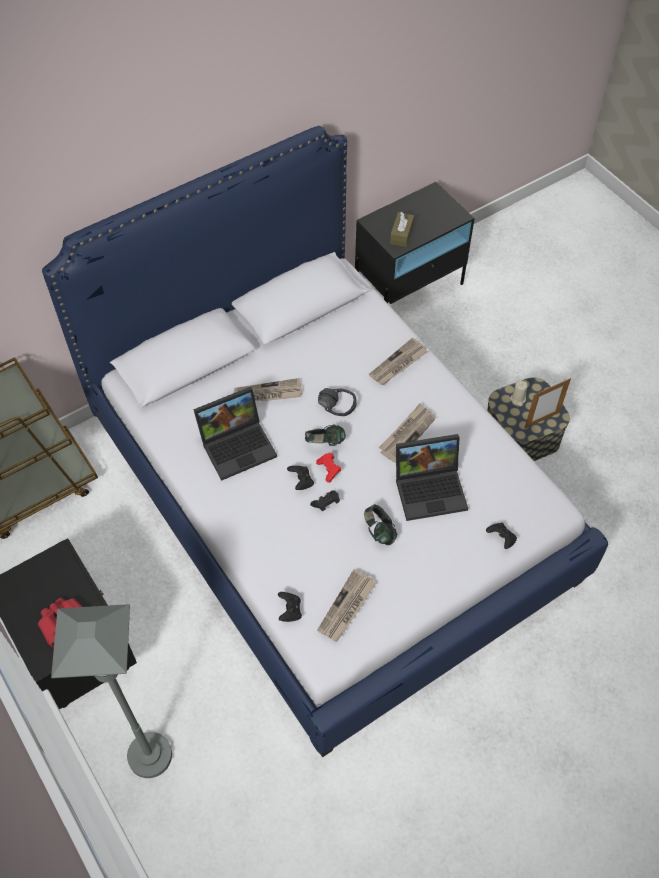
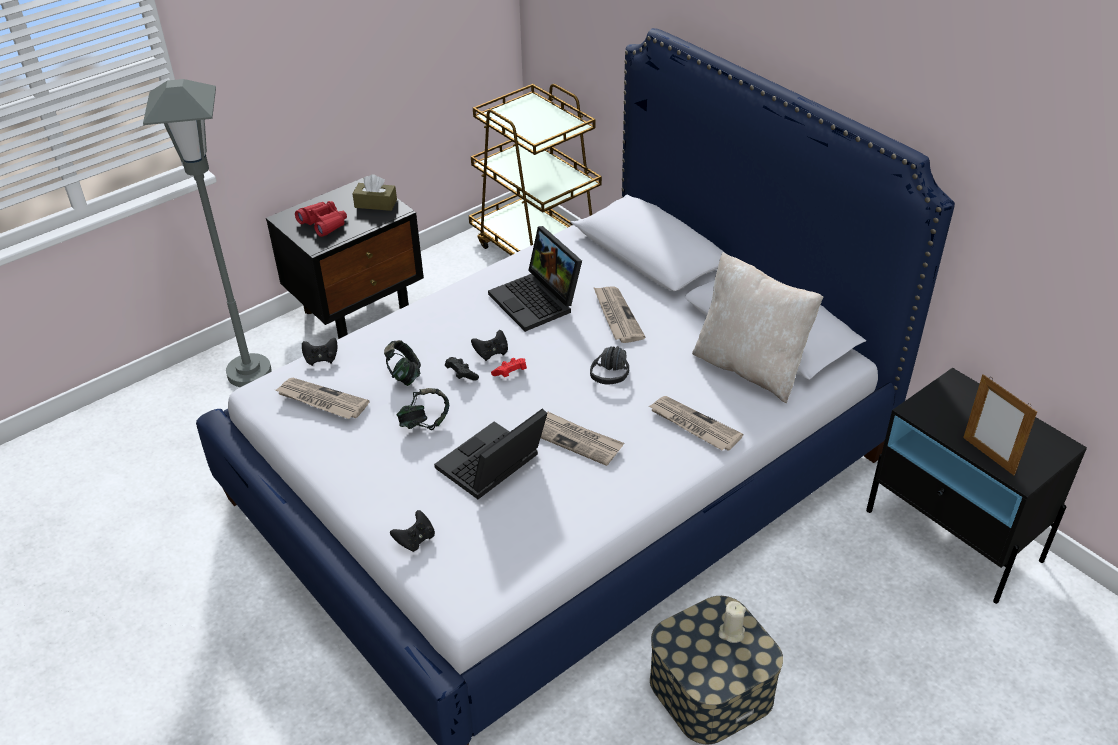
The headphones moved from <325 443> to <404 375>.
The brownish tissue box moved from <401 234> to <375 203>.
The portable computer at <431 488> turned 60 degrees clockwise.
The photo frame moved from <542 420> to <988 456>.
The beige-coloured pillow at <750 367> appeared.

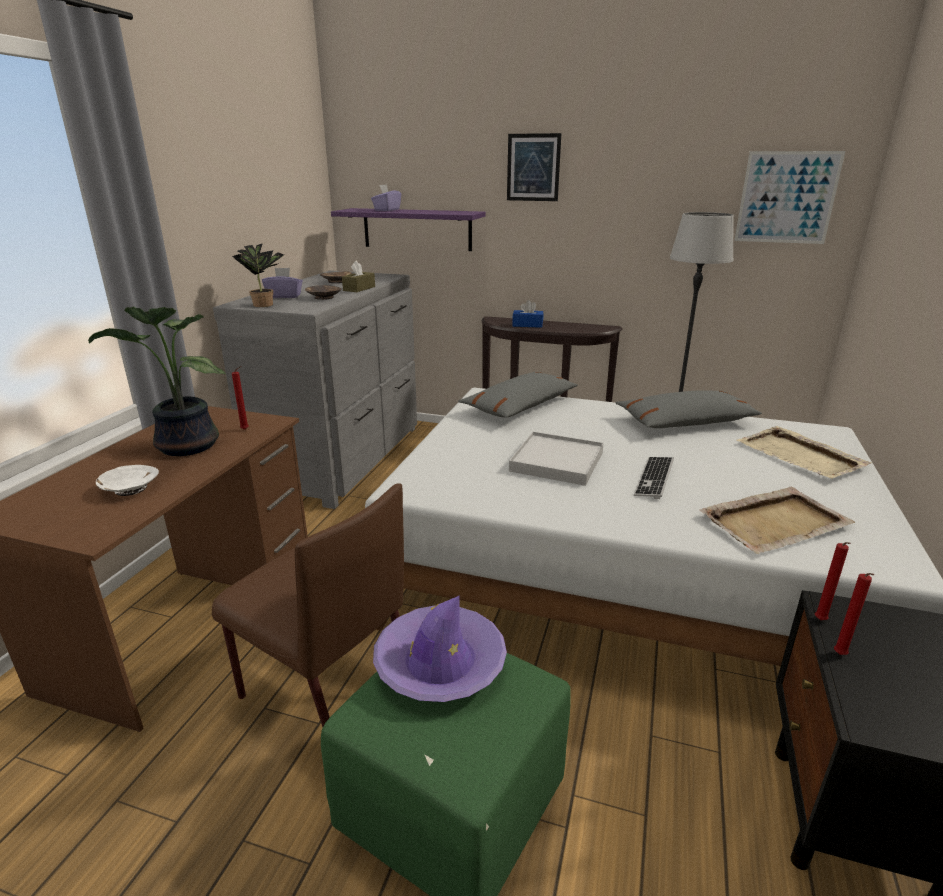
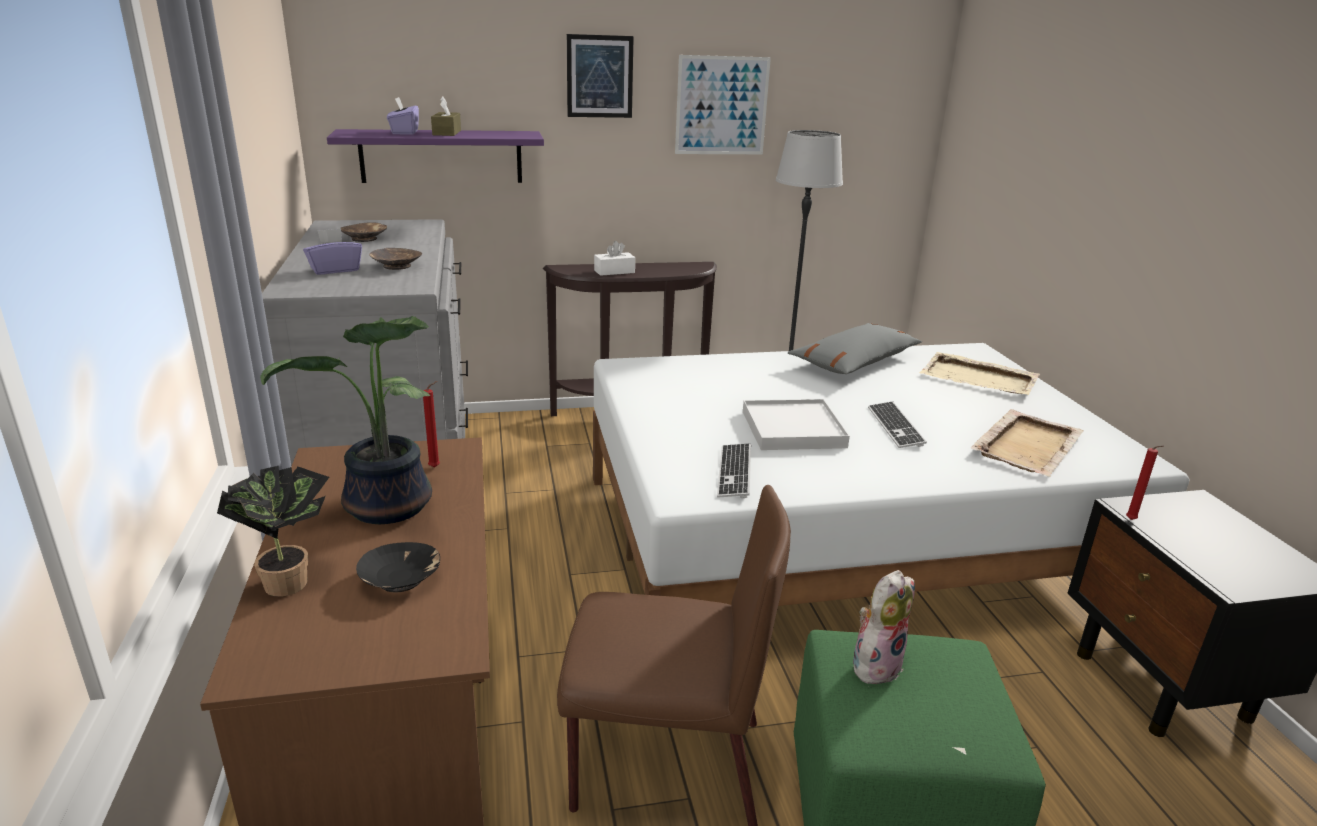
The whitish deep dish at <130 489> became the black deep dish at <400 580>.
The plant in a pot moved from <265 304> to <289 580>.
The brownish tissue box moved from <359 288> to <447 133>.
The purplish hat at <440 663> was replaced by the plush toy at <875 664>.
The grey pillow at <520 406> disappeared.
The blue tissue box at <527 325> became the whitish tissue box at <614 271>.
The wall art moved from <787 198> to <722 106>.
The reddish wax light at <840 656> disappeared.
The computer keyboard at <734 472> appeared.

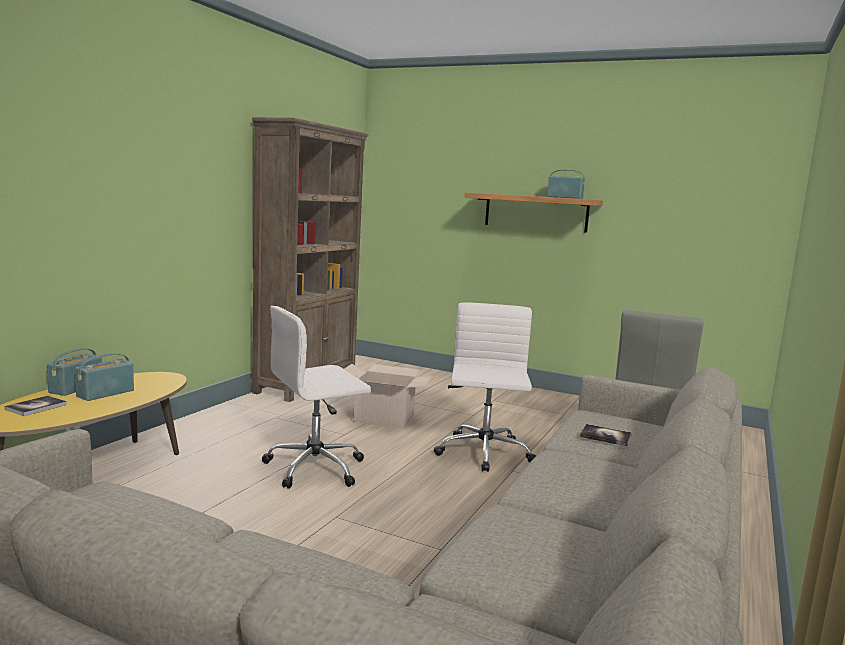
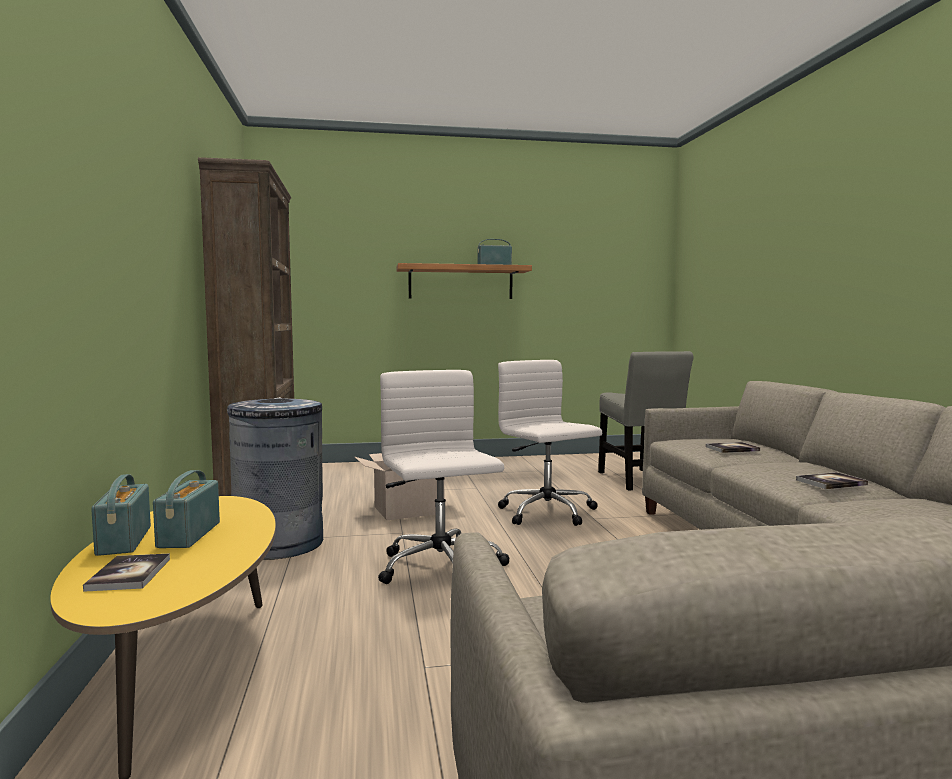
The whitish computer chair at <316 467> turned 135 degrees clockwise.
The grey waste bin at <279 544> appeared.
The book at <831 482> appeared.

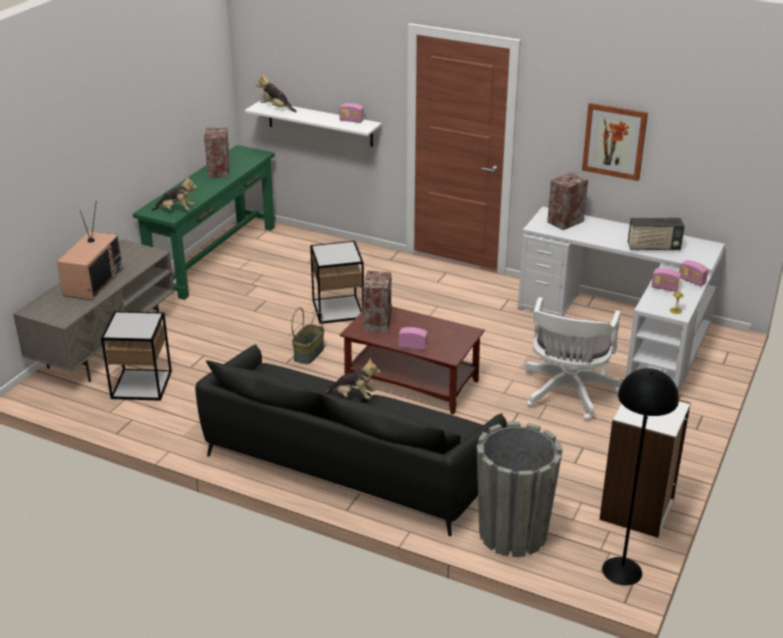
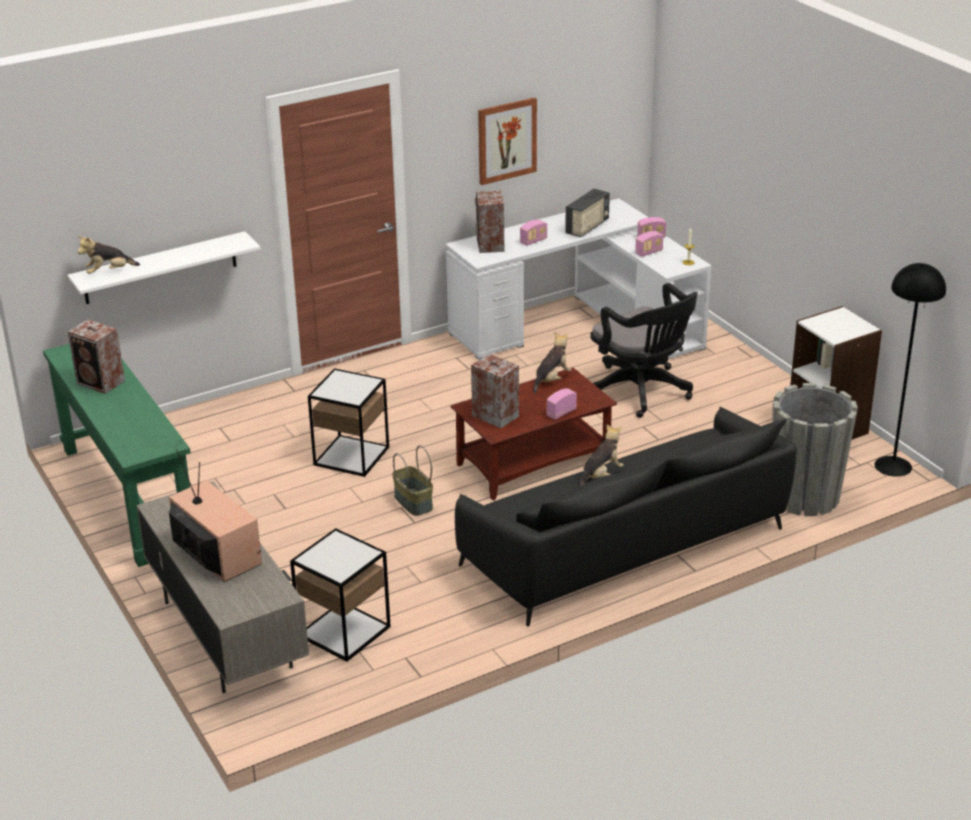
The plush toy moved from <176 210> to <551 380>.
The radio moved from <351 121> to <533 241>.
The whitish computer chair at <567 394> became the black computer chair at <642 392>.

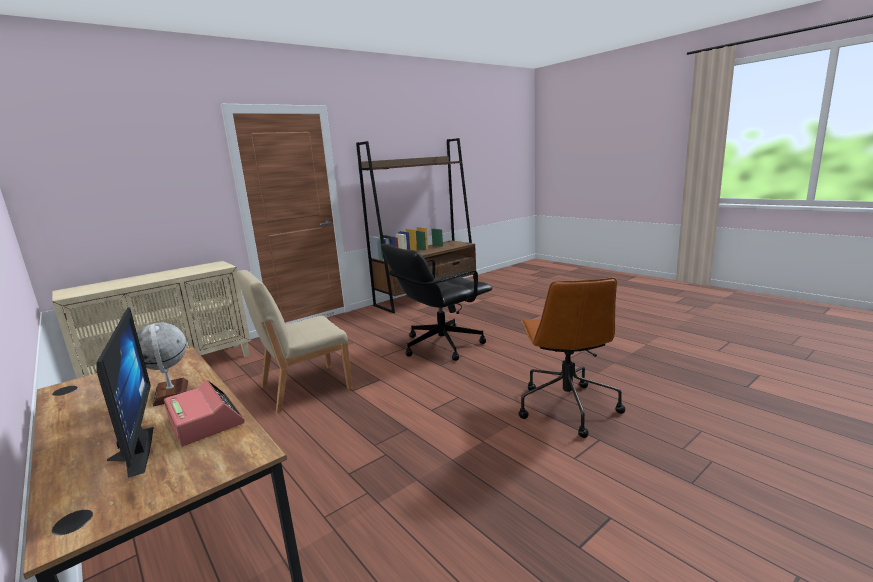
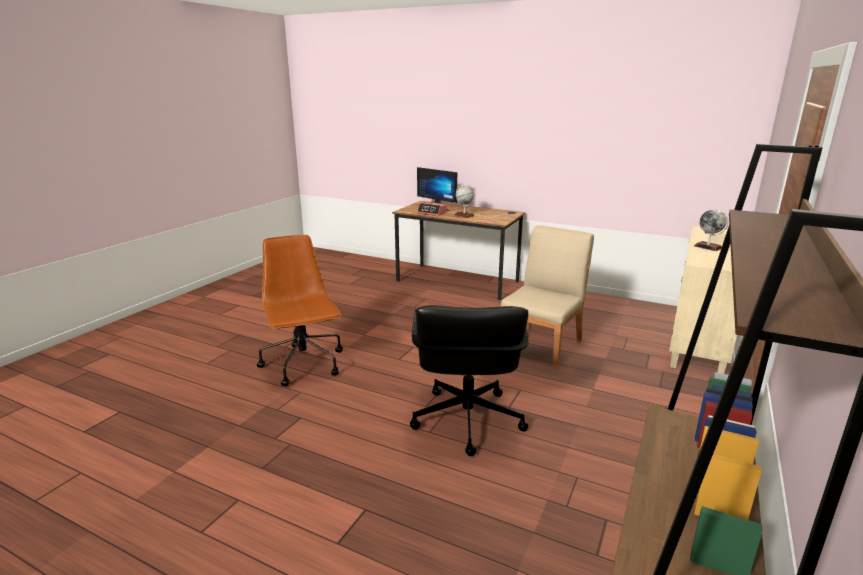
The black computer chair at <441 345> turned 150 degrees clockwise.
The world globe at <708 247> appeared.

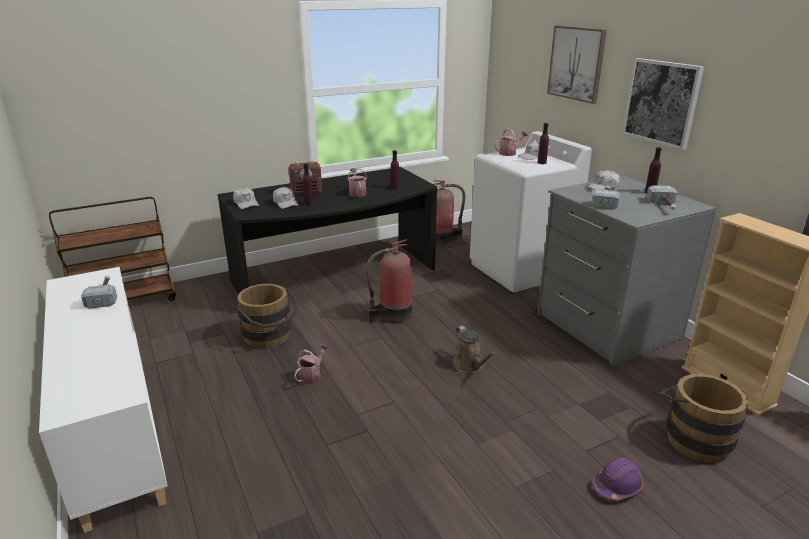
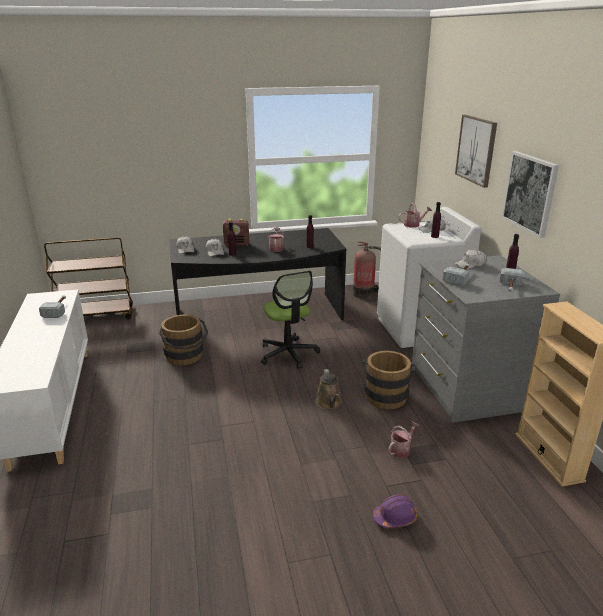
The watering pot moved from <312 375> to <401 449>.
The extinguisher at <393 316> was replaced by the computer chair at <288 354>.
The brownish pail moved from <693 437> to <385 394>.

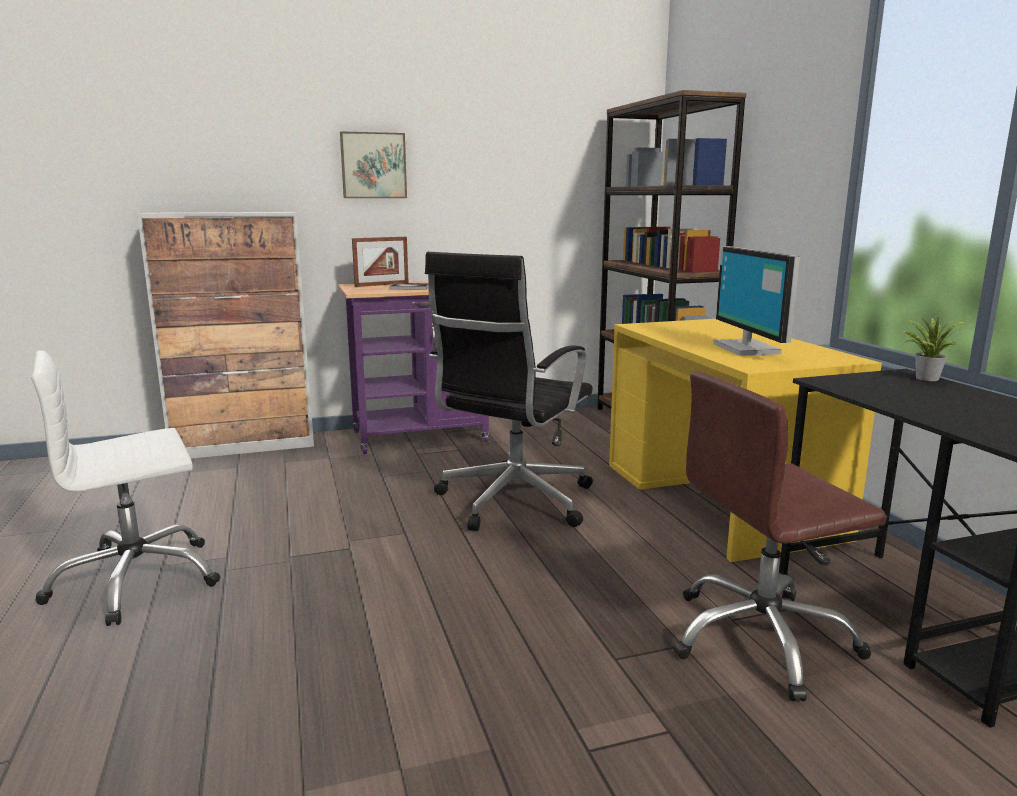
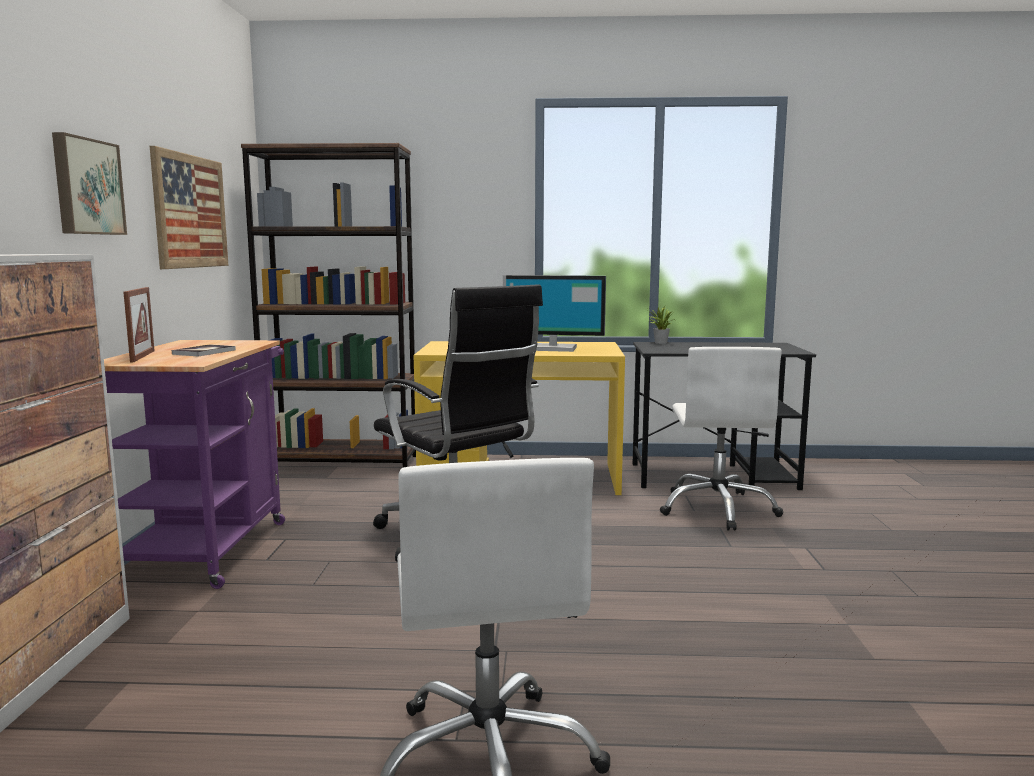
The brownish computer chair at <762 639> became the whitish computer chair at <718 509>.
The wall art at <190 211> appeared.

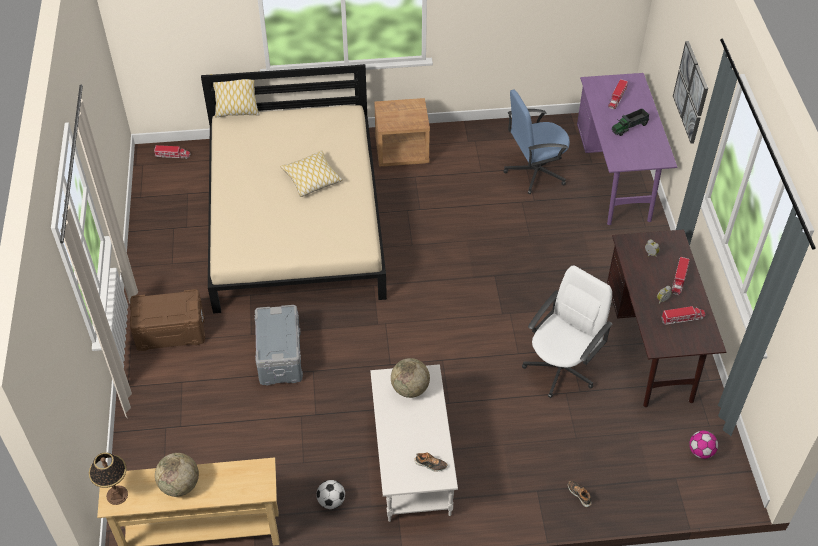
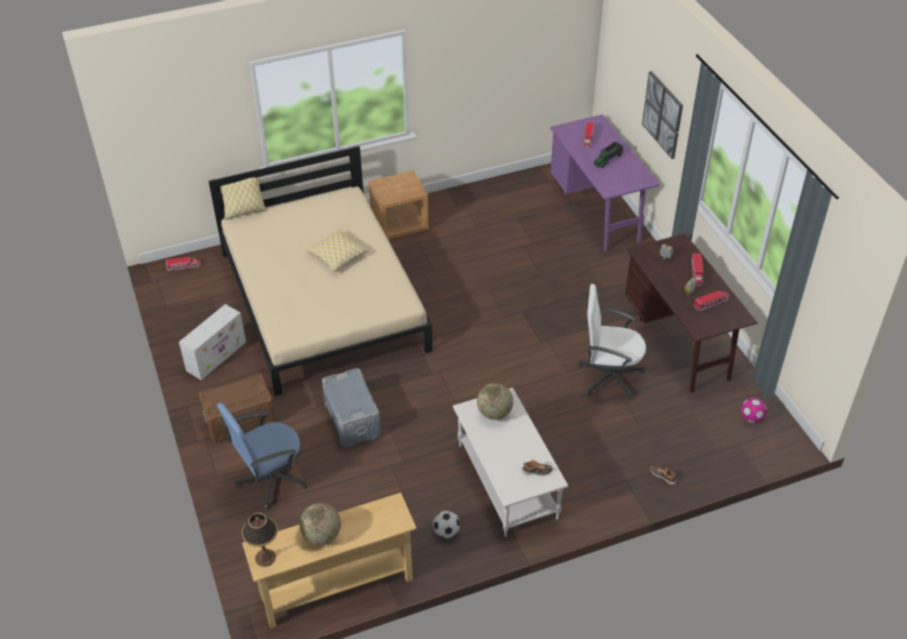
The blue computer chair moved from <534 172> to <270 478>.
The whitish computer chair at <561 368> turned 105 degrees counterclockwise.
The whitish storage bin at <217 355> appeared.

